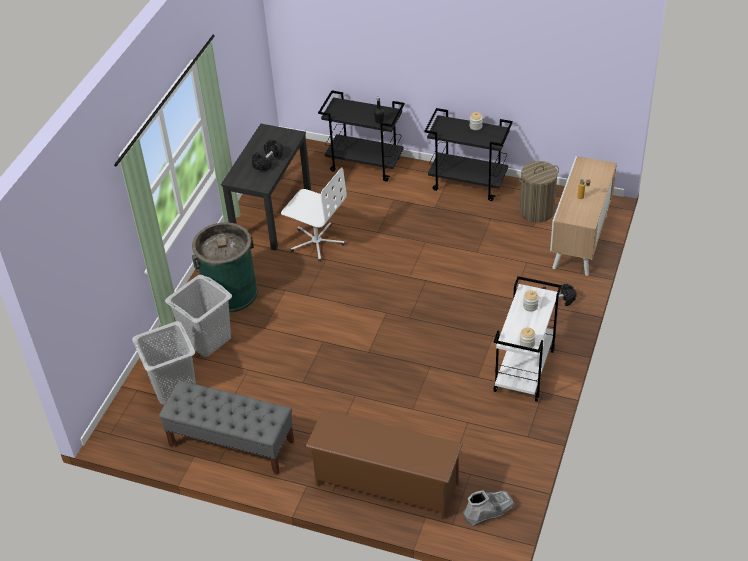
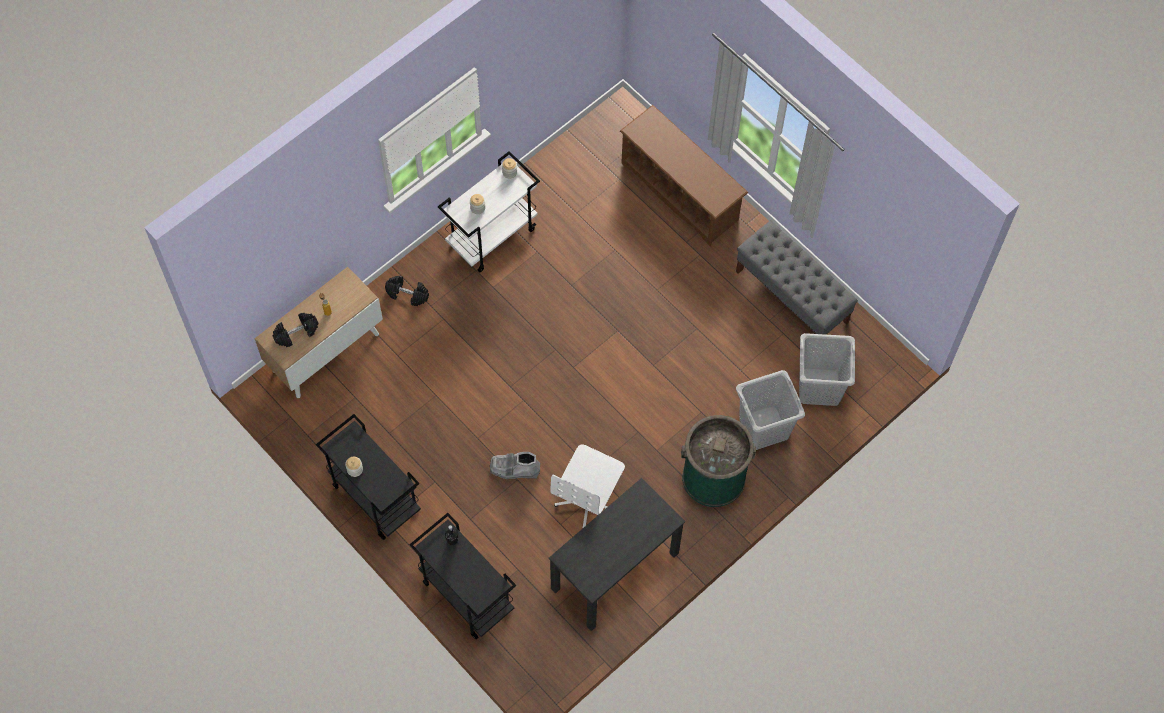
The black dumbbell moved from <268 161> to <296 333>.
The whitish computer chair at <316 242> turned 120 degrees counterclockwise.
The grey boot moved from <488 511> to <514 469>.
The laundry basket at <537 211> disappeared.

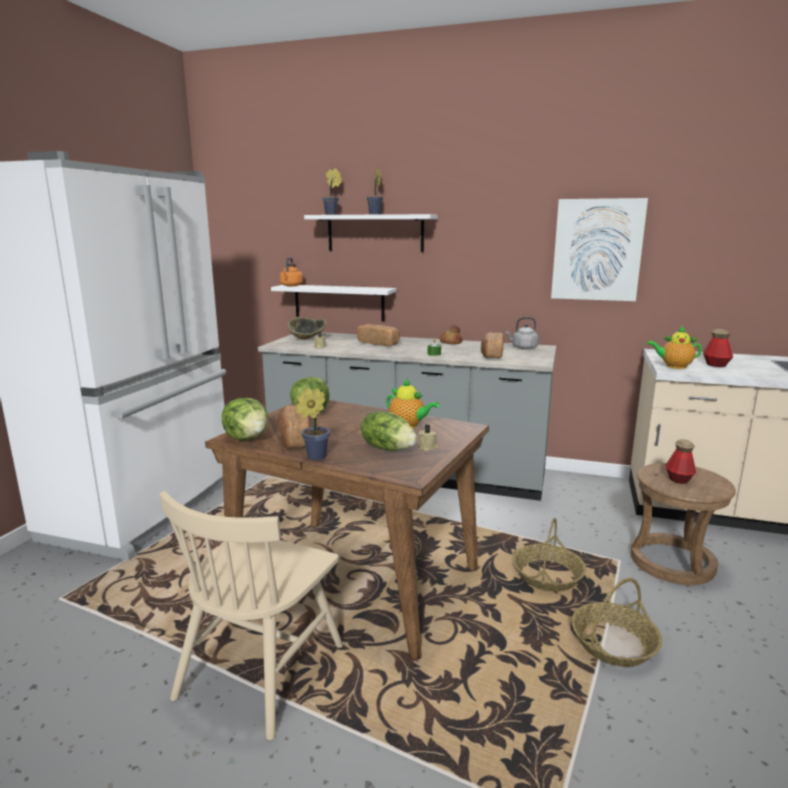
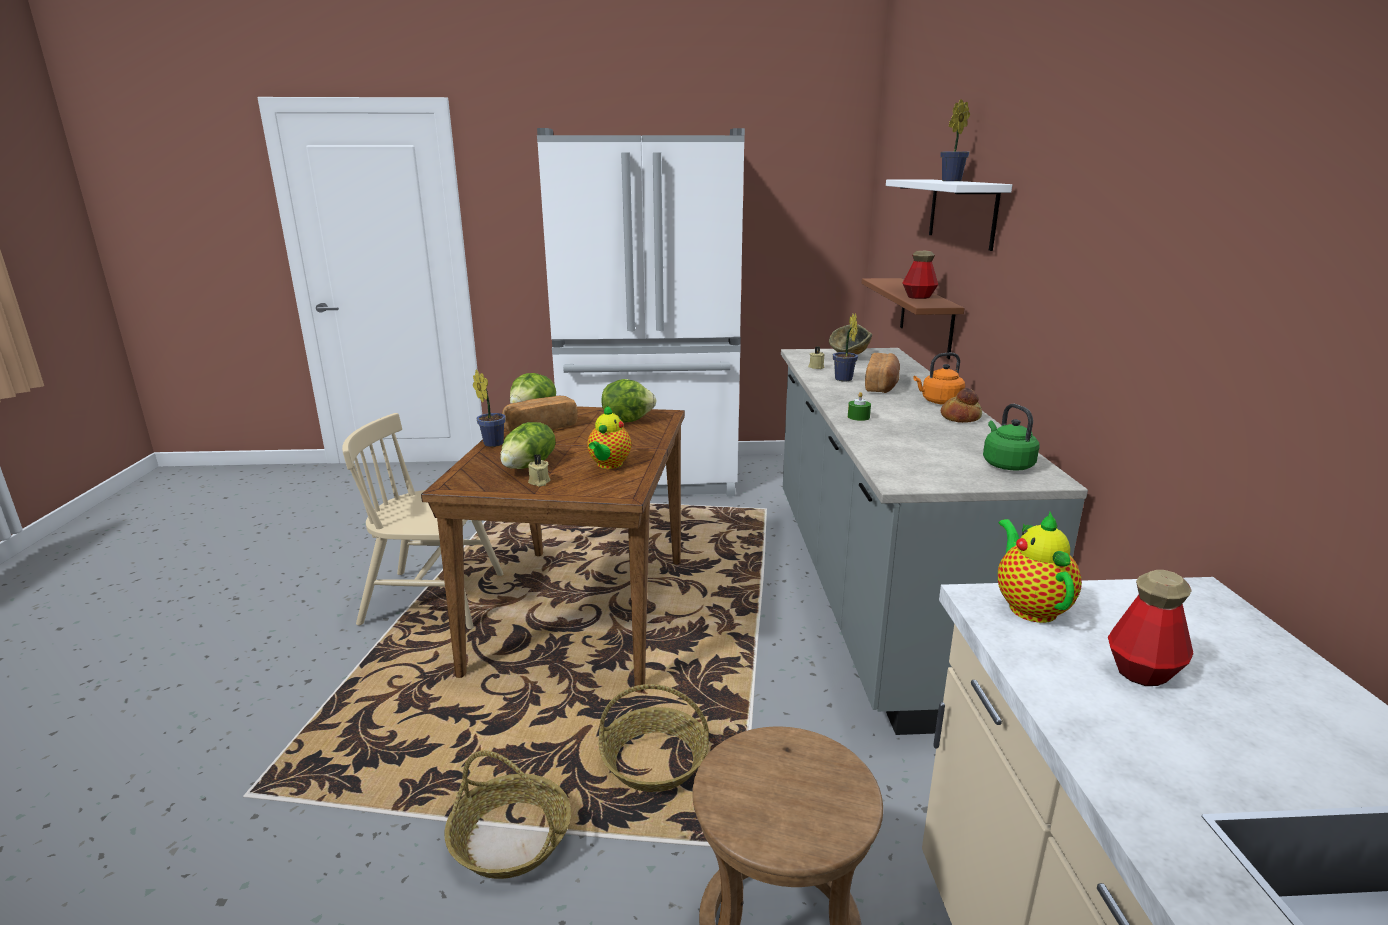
The whitish wall shelf at <339 302> became the brownish wall shelf at <926 316>.
The orange water kettle moved from <291 286> to <939 402>.
The plant in a pot moved from <332 214> to <844 380>.
The baked bread at <491 354> disappeared.
The grey water kettle at <523 348> became the green water kettle at <1006 464>.
The wall art at <597 250> disappeared.
The drink bottle moved from <678 479> to <918 297>.

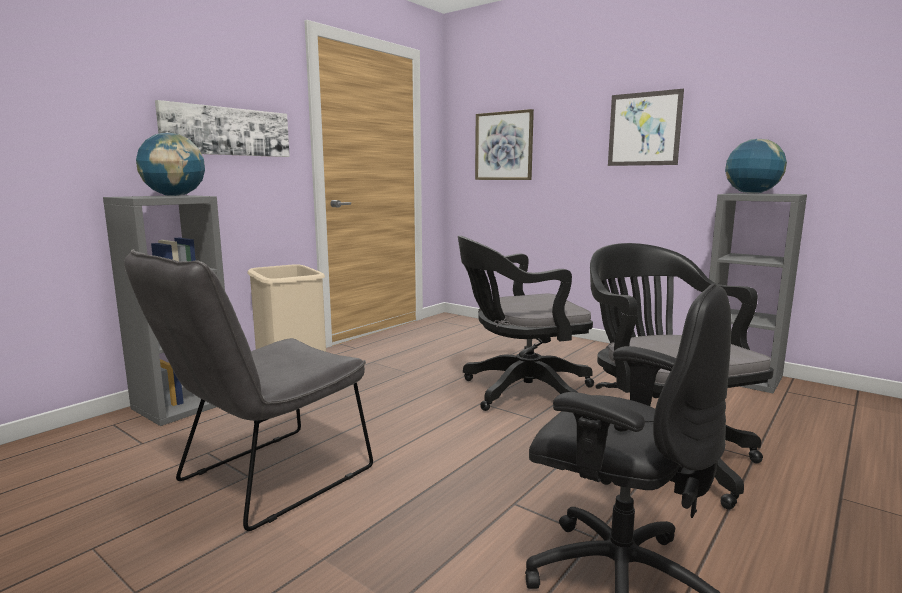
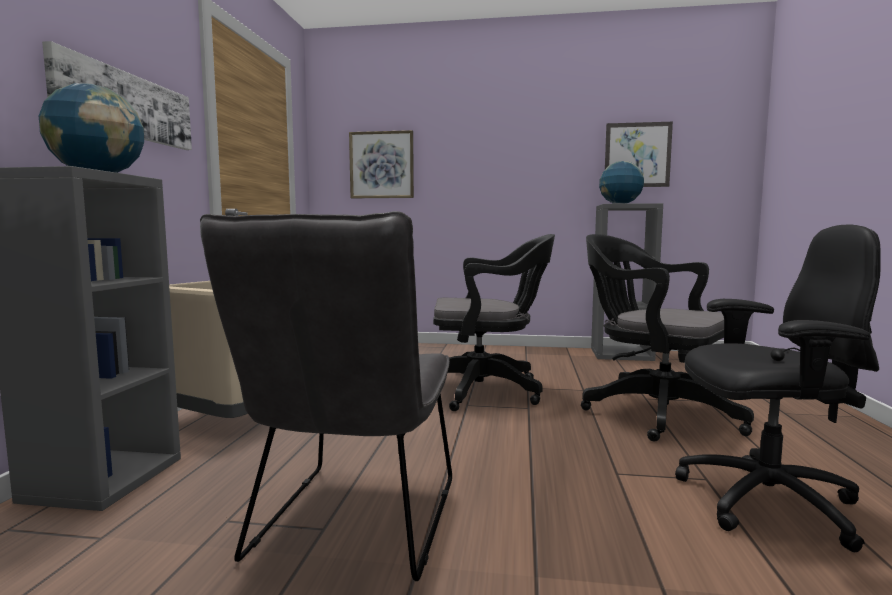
The black computer chair at <520 392> turned 135 degrees counterclockwise.
The wall art moved from <644 129> to <637 155>.

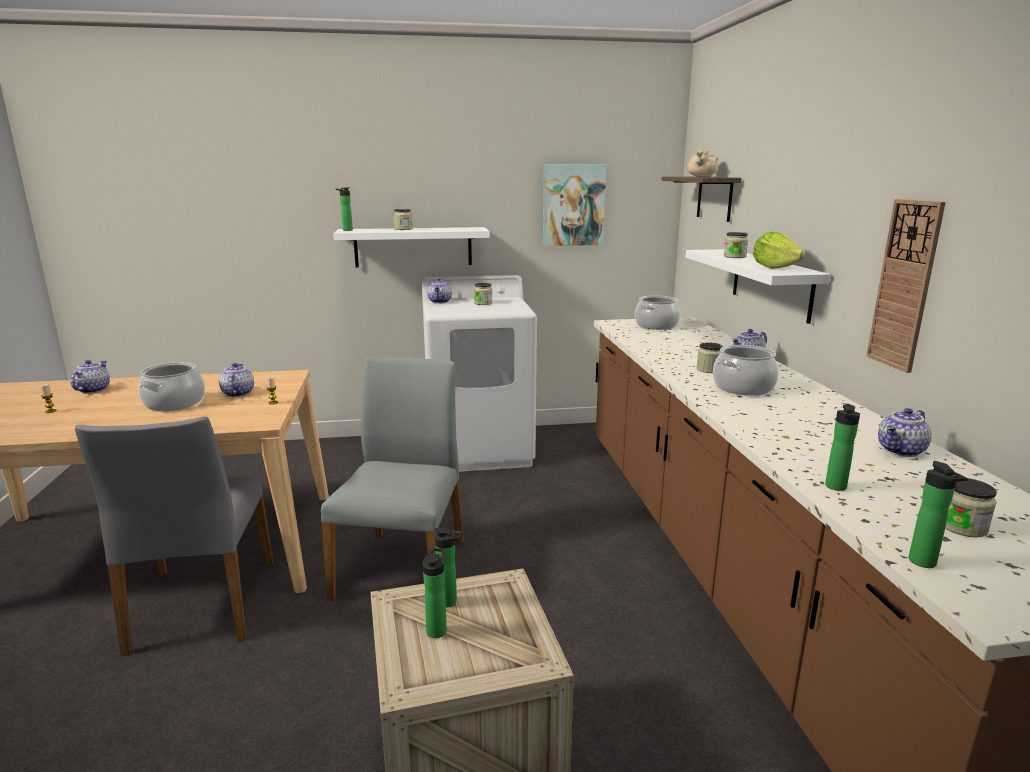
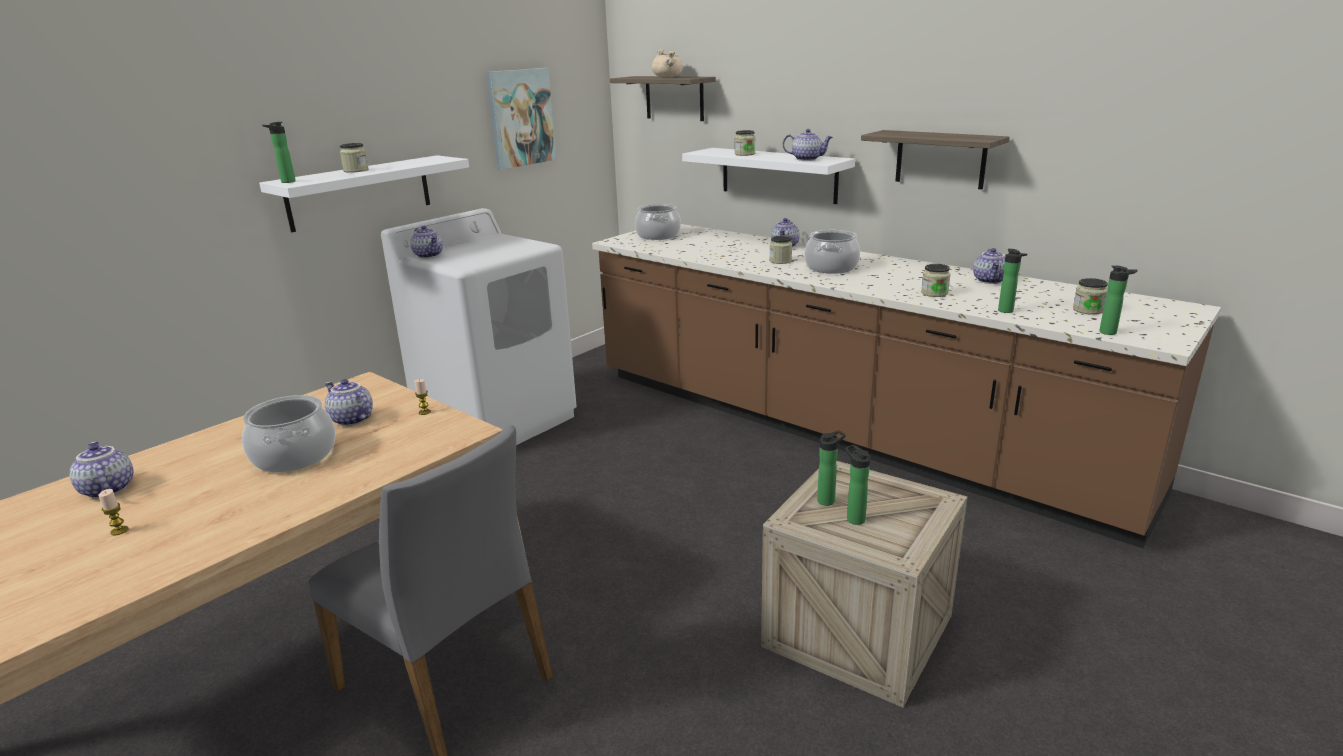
The grey upright chair at <403 567> disappeared.
The preserve jar moved from <483 303> to <934 293>.
The lettuce head at <774 267> was replaced by the pot for tea at <807 159>.
The wall clock at <905 285> was replaced by the wall shelf at <940 159>.

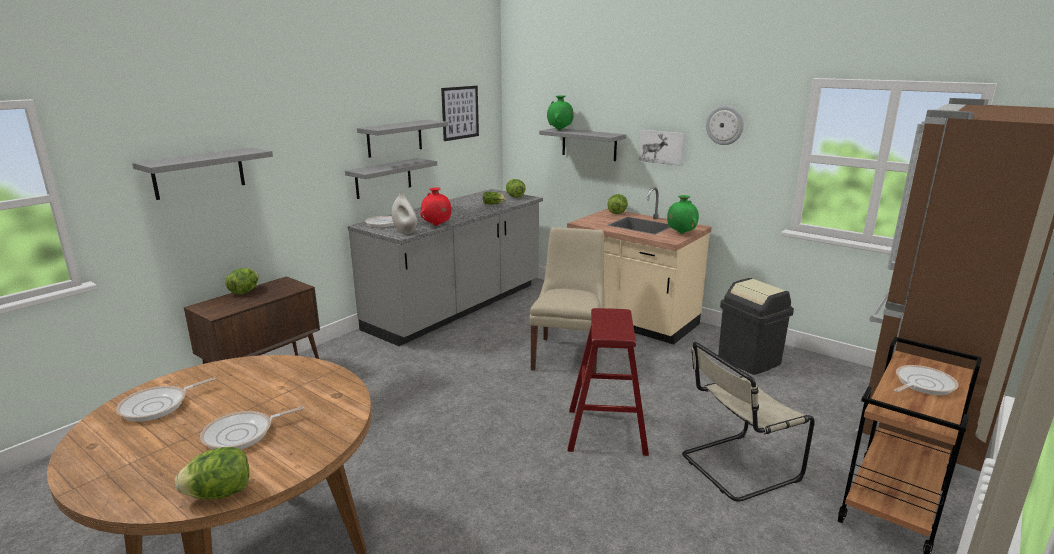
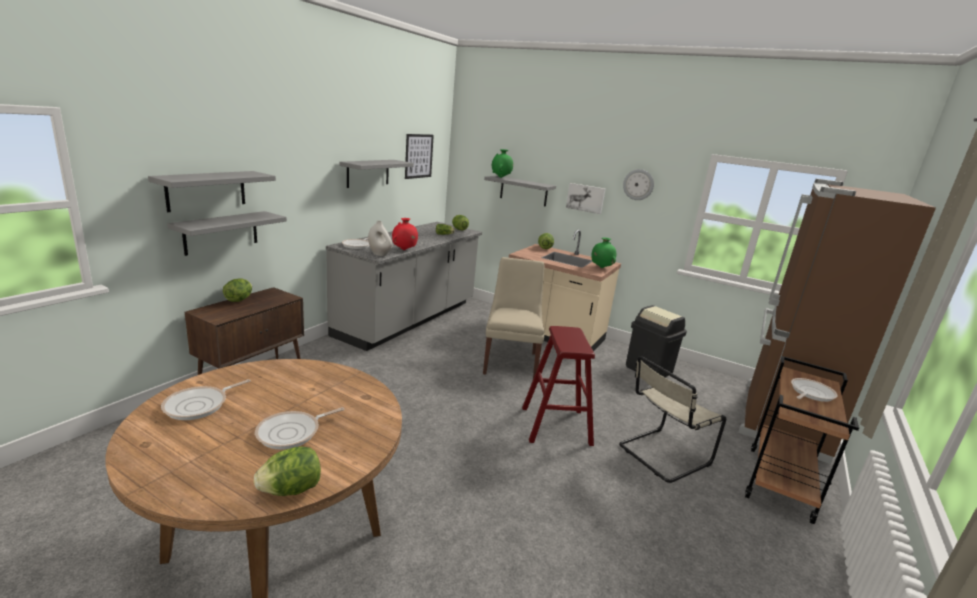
The grey wall shelf moved from <383 178> to <221 232>.

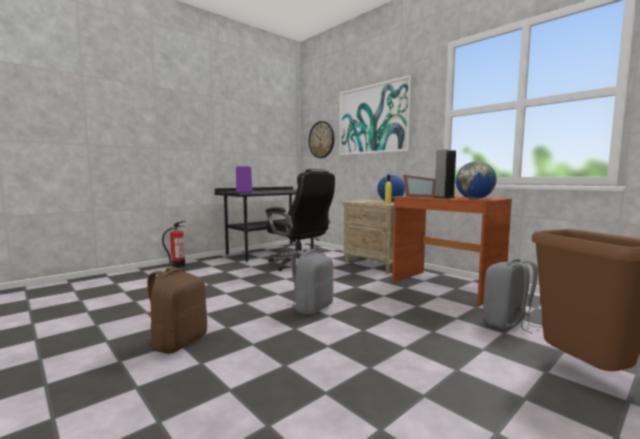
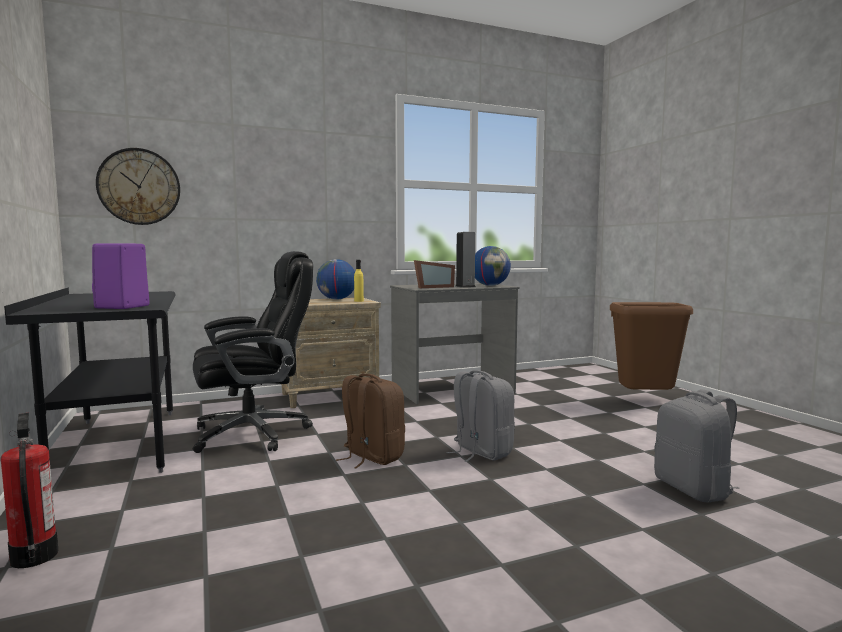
The brownish backpack moved from <178 342> to <371 457>.
The wall art at <374 119> disappeared.
The brownish desk at <445 286> became the grey desk at <452 390>.
The grey backpack moved from <507 323> to <694 489>.

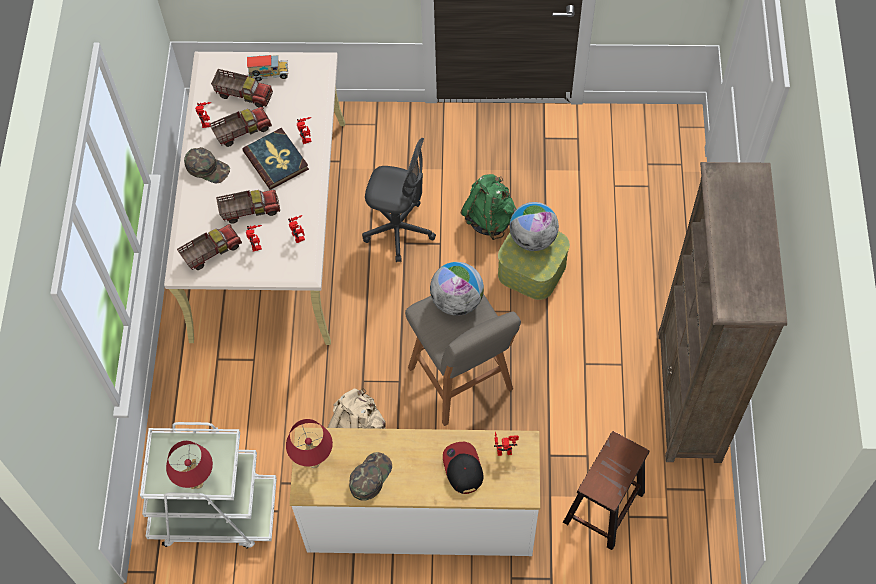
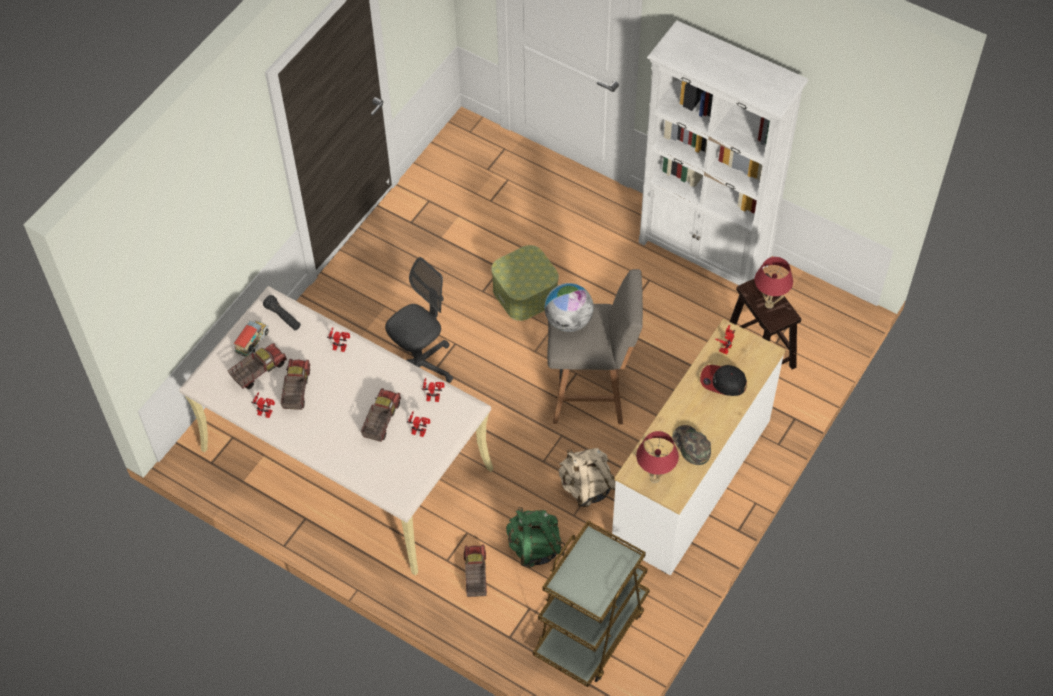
The whitish cart at <214 513> became the brownish cart at <591 629>.
The reddish table lamp moved from <198 483> to <769 304>.
The model truck moved from <211 252> to <475 576>.
The green baseball cap at <207 168> disappeared.
The book at <276 160> disappeared.
The green backpack moved from <489 219> to <535 547>.
The world globe at <532 238> disappeared.
The brownish shelving unit at <689 397> became the whitish shelving unit at <705 253>.
The black torch at <283 317> appeared.

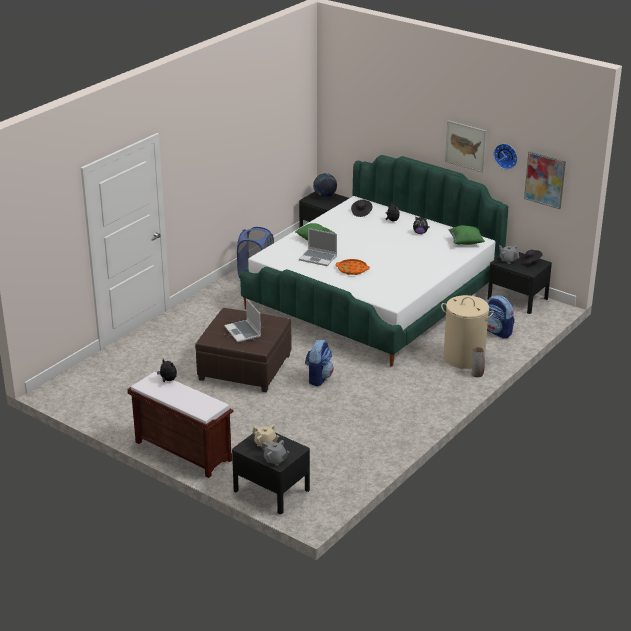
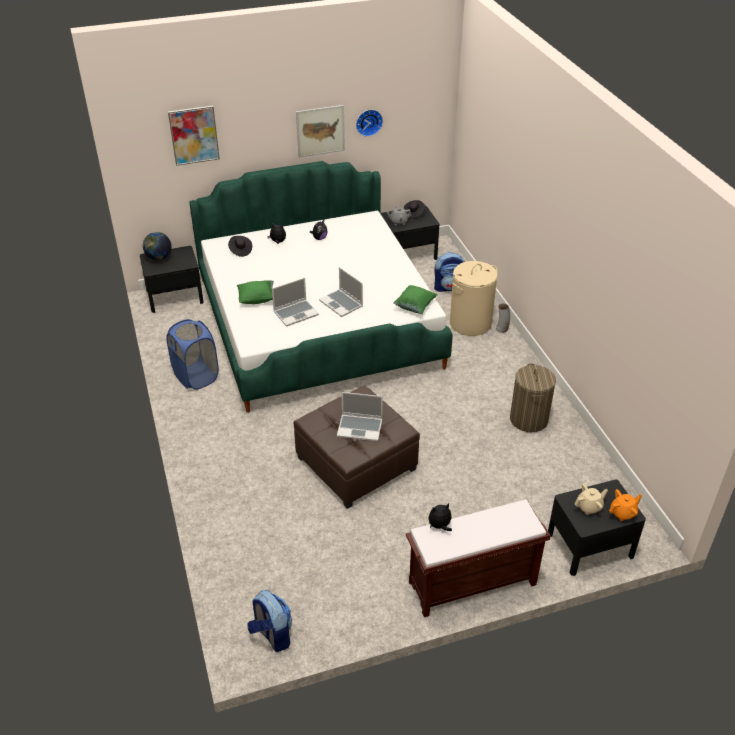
The grey pot for tea at <275 460> became the orange pot for tea at <623 513>.
The backpack moved from <318 378> to <272 635>.
The orange carrying tray at <352 269> was replaced by the portable computer at <341 304>.
The green pillow moved from <465 242> to <414 307>.
The wall art moved from <545 179> to <194 135>.
The laundry basket at <528 419> appeared.

